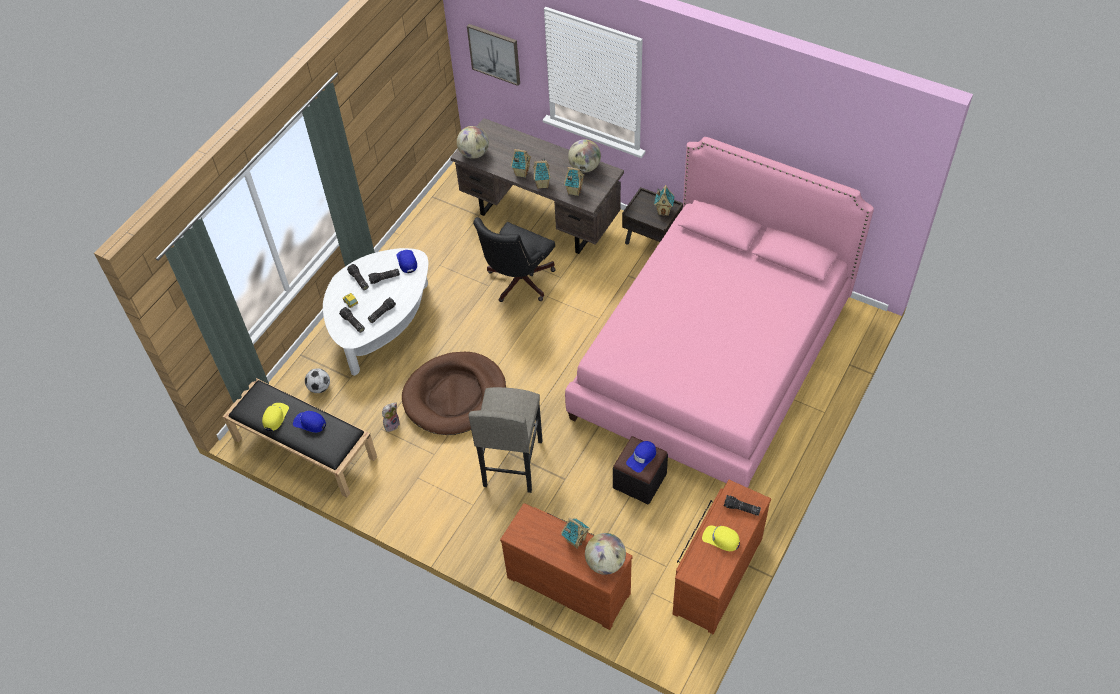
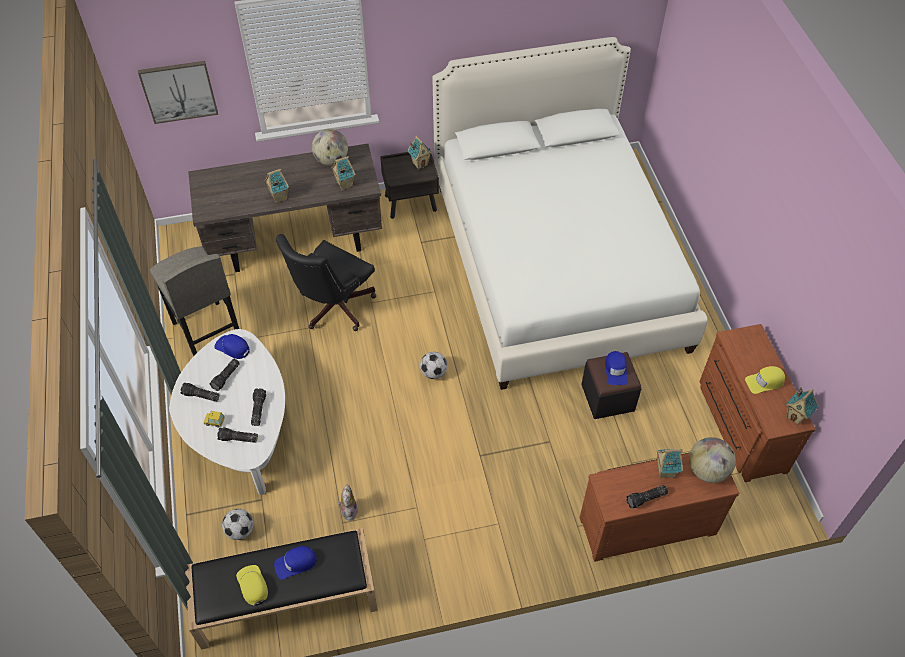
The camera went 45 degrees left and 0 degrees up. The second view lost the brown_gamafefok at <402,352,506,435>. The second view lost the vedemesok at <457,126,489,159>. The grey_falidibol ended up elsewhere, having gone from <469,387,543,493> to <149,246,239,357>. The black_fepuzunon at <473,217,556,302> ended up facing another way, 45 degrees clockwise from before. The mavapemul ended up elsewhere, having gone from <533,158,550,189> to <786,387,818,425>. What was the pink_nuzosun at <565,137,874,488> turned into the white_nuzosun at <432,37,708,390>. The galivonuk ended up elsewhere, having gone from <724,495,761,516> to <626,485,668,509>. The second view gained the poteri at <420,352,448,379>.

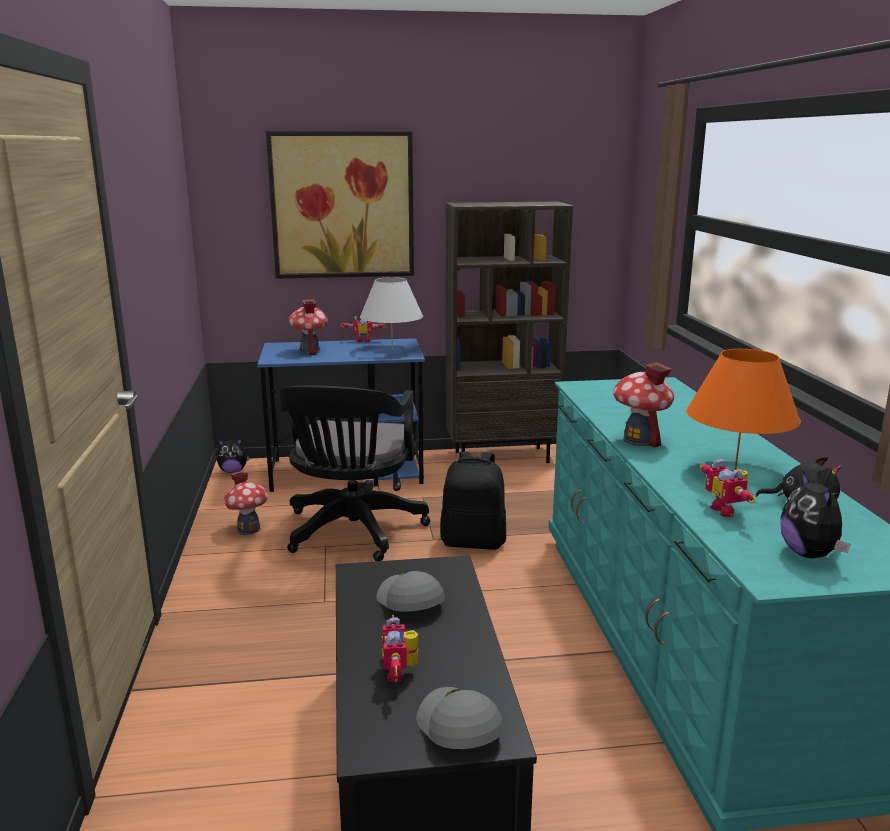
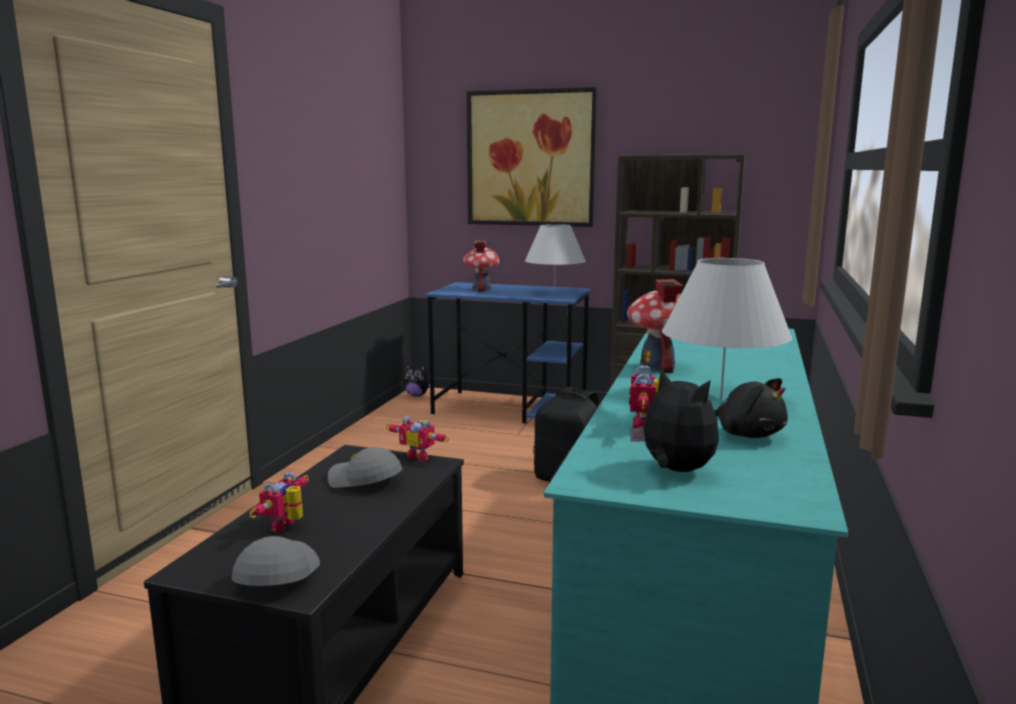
The camera went 25 degrees right and 5 degrees down. The second view lost the mavapemul at <224,471,268,535>. The second view lost the black_fepuzunon at <278,385,430,561>. The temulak ended up elsewhere, having gone from <341,316,386,342> to <386,416,449,462>. The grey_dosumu at <376,571,445,612> ended up facing another way, 60 degrees counterclockwise from before. What was the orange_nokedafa at <686,349,801,470> turned into the white_nokedafa at <662,258,792,399>. The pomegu at <780,471,851,558> ended up facing another way, 120 degrees clockwise from before.

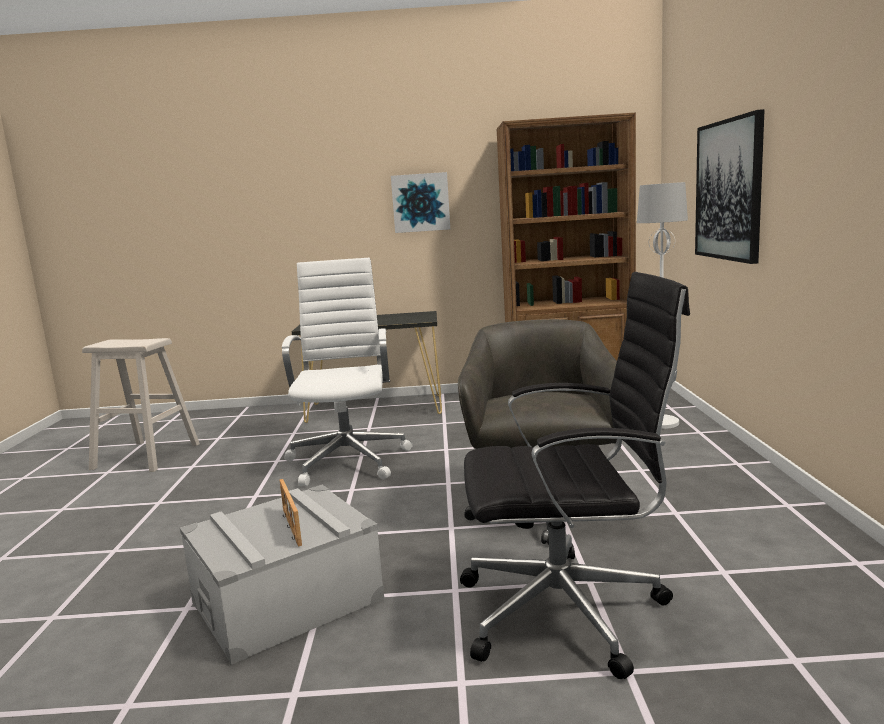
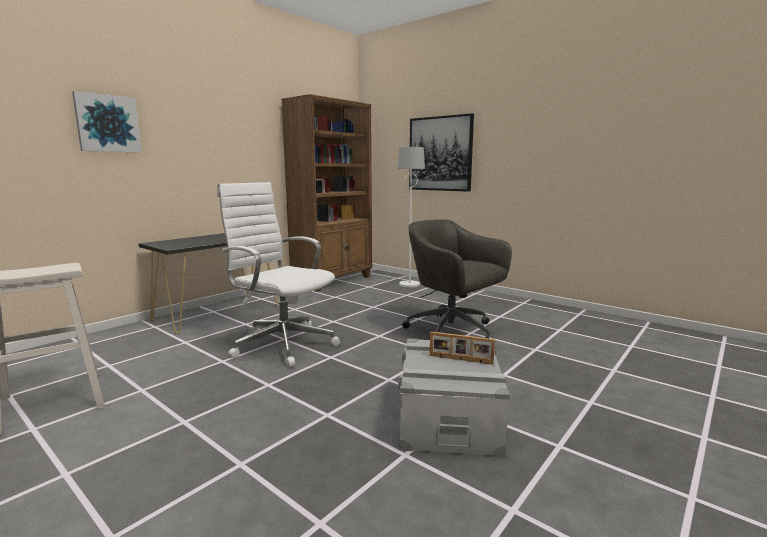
The camera went 50 degrees left and 0 degrees up. The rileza ended up elsewhere, having gone from <391,172,450,233> to <72,91,142,152>. The second view lost the black_fepuzunon at <460,272,690,679>.

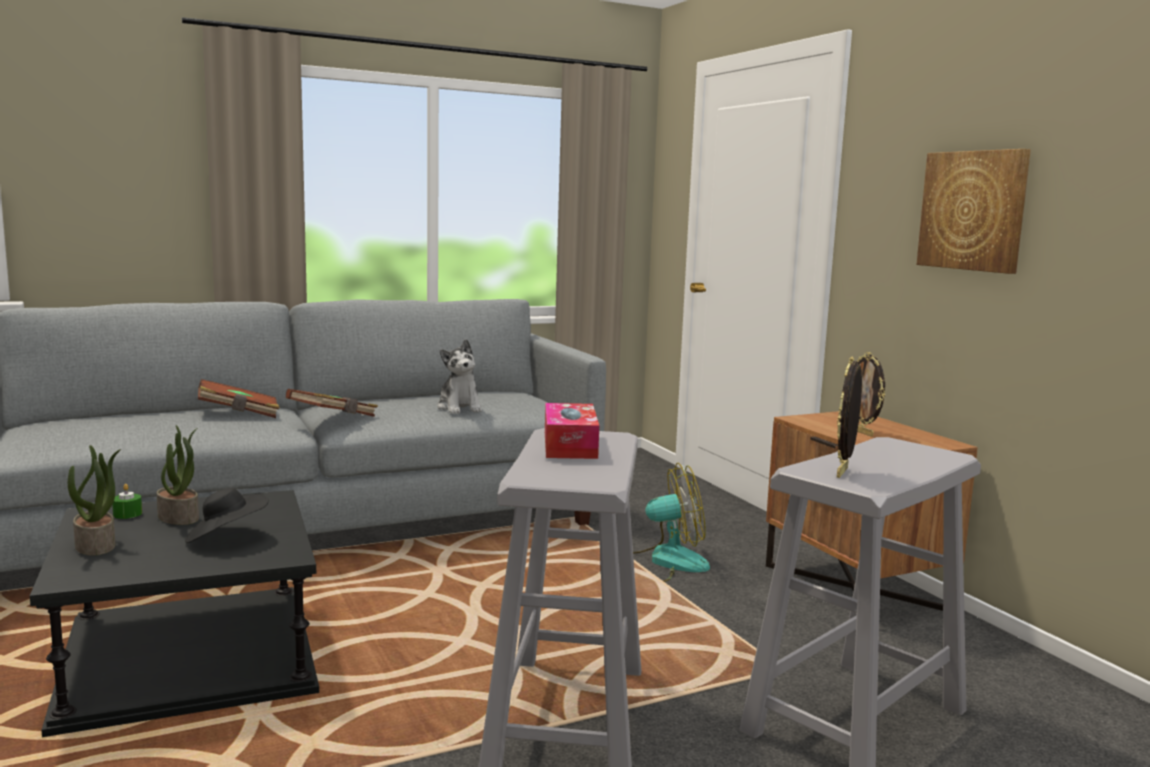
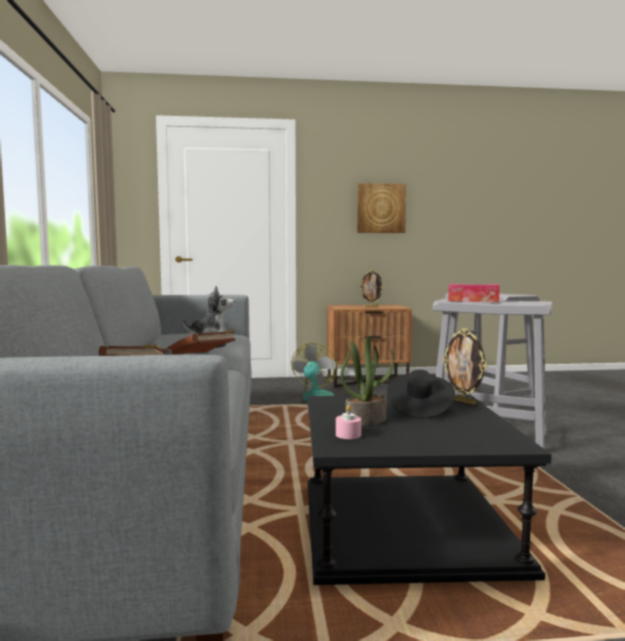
The camera went 70 degrees left and 5 degrees down. The second view lost the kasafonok at <68,445,121,556>. What was the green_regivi at <112,484,142,519> turned into the pink_regivi at <336,405,361,439>. The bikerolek ended up elsewhere, having gone from <837,357,862,478> to <442,328,487,405>.

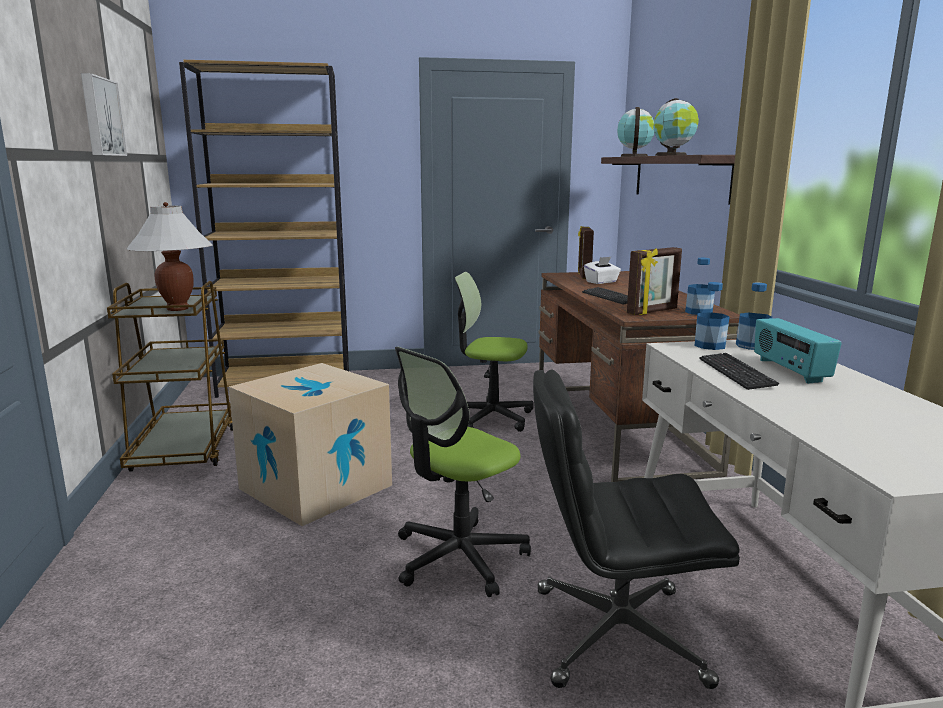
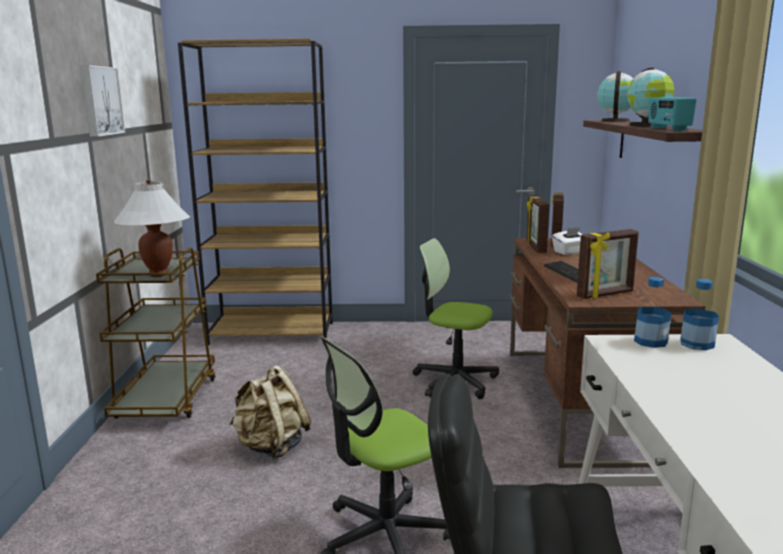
The camera went 10 degrees right and 0 degrees up. Where the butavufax stood at <229,363,392,526>, the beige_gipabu came to stand at <229,365,311,460>. The second view lost the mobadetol at <685,258,715,315>. The second view lost the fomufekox at <699,353,779,390>. The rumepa ended up elsewhere, having gone from <754,318,842,384> to <648,97,697,131>. The second view gained the bikerolek at <527,196,549,253>.

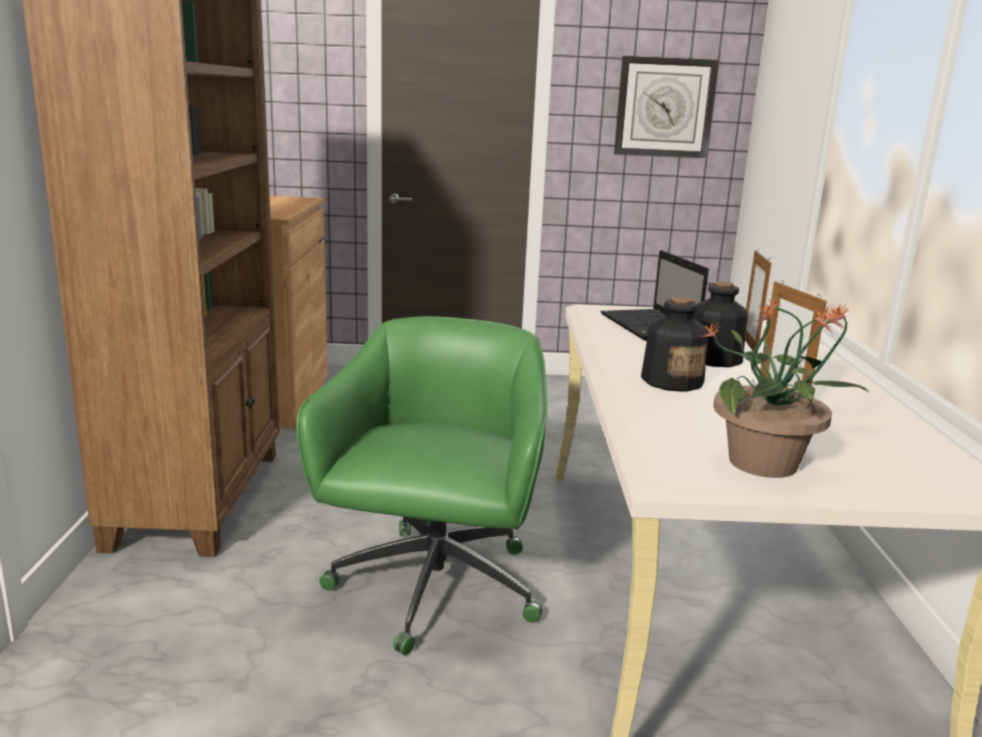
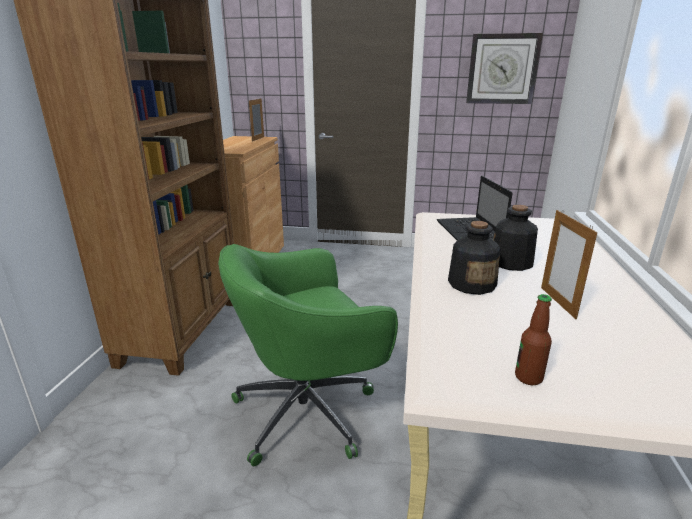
The camera went 10 degrees right and 5 degrees up. The green_fepuzunon at <296,316,547,655> ended up facing another way, 135 degrees counterclockwise from before. Where the kasafonok stood at <700,299,870,478>, the mobadetol came to stand at <515,294,552,385>. The bikerolek ended up elsewhere, having gone from <745,250,772,353> to <249,98,264,141>.

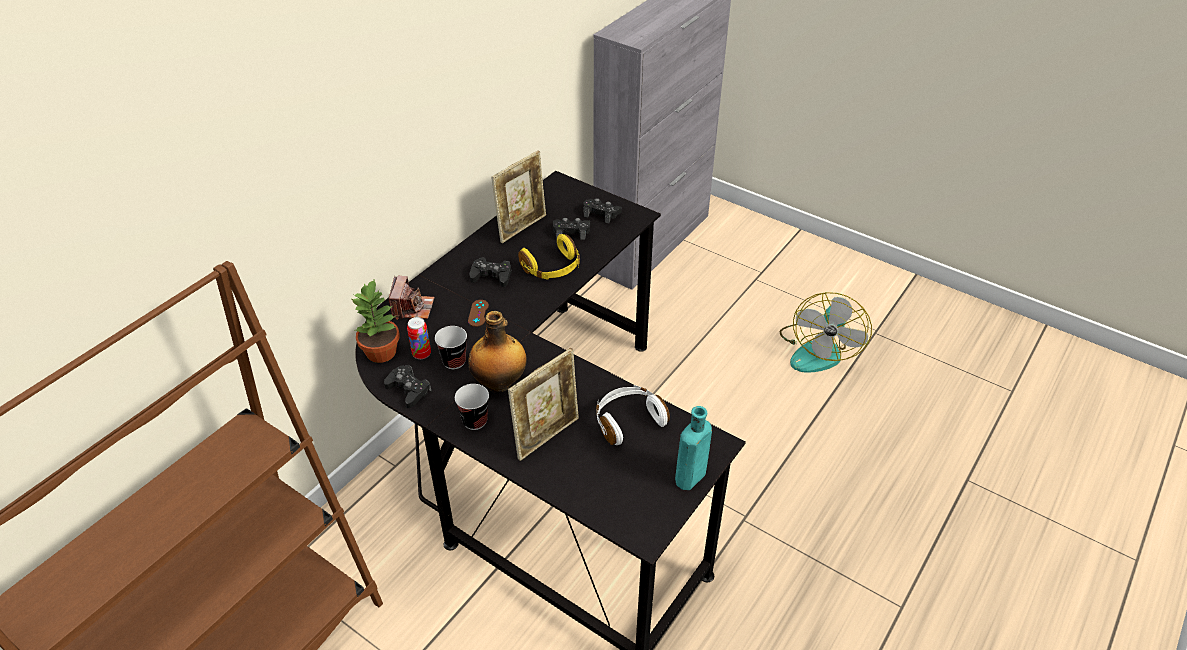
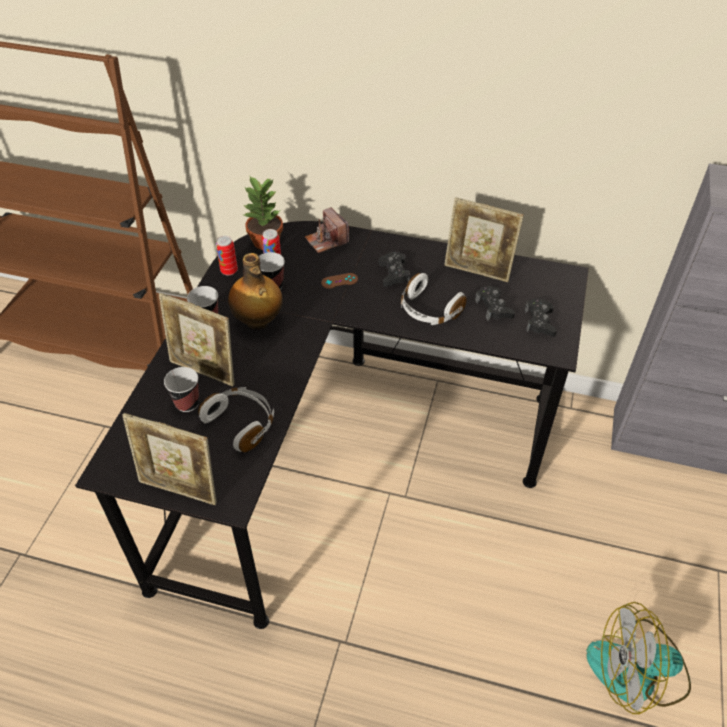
The camera went 70 degrees right and 5 degrees up. Where the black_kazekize stood at <384,365,431,408>, the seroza came to stand at <216,236,238,276>. The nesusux at <389,276,434,320> ended up facing another way, 75 degrees clockwise from before. What was the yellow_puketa at <518,234,580,279> turned into the white_puketa at <401,273,467,325>. Where the turquoise_mobadetol stood at <675,406,712,490>, the bikerolek came to stand at <122,413,217,505>. The second view gained the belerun at <164,367,199,412>.

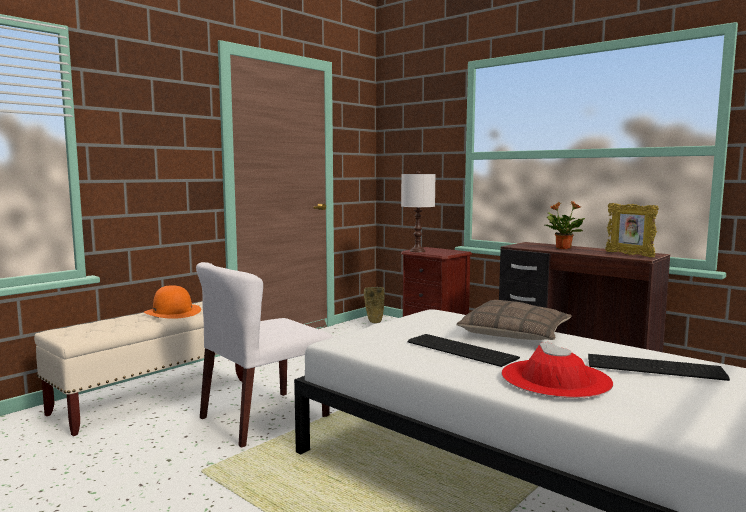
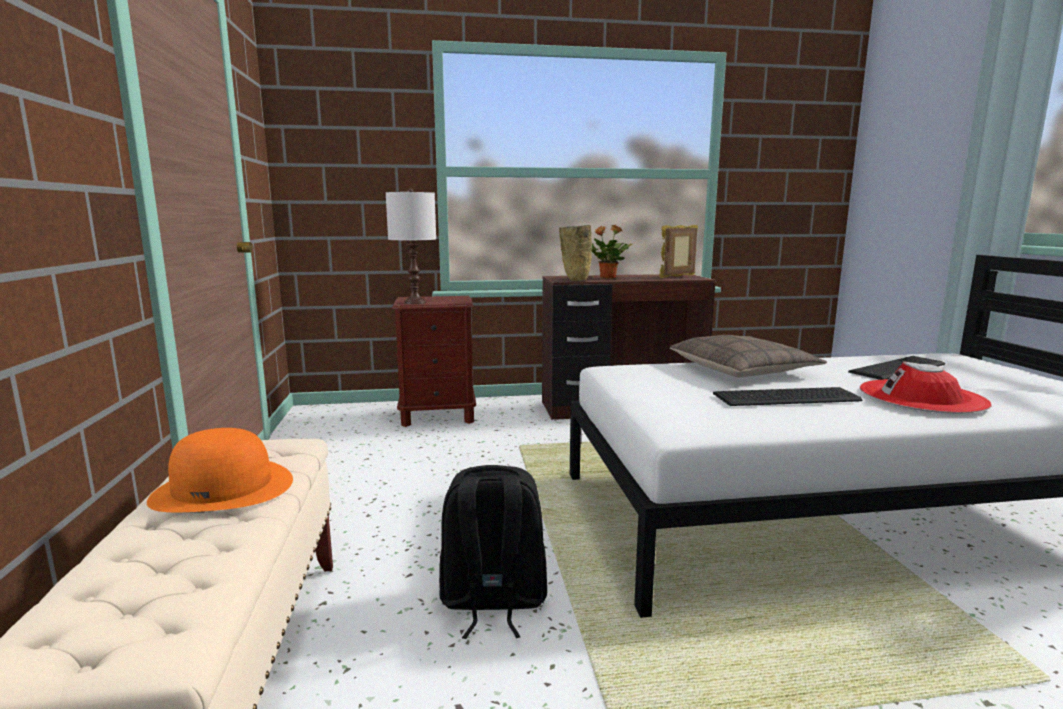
The camera went 50 degrees left and 5 degrees up. Where the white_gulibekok stood at <196,262,333,448>, the black_gipabu came to stand at <439,465,547,639>. The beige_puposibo ended up elsewhere, having gone from <364,287,385,323> to <559,225,592,281>. The bikerolek at <605,203,659,257> ended up facing another way, 135 degrees clockwise from before.

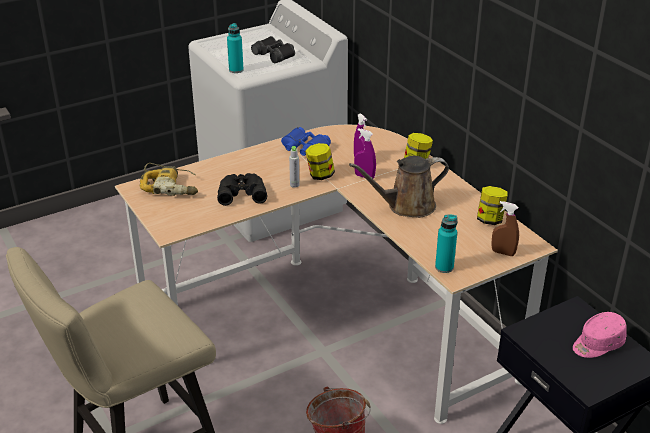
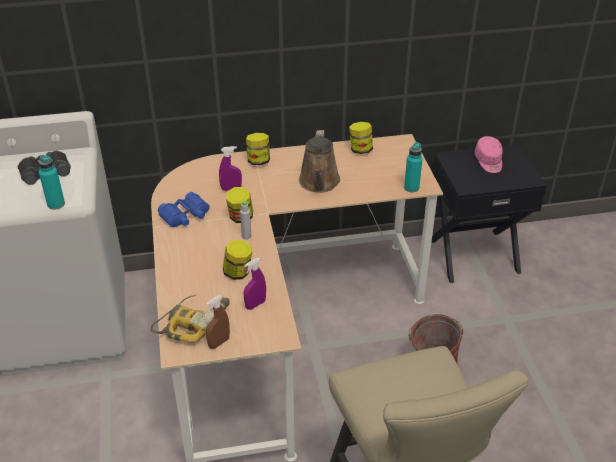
The camera went 70 degrees left and 5 degrees up. Where the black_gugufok stood at <217,173,267,206>, the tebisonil came to stand at <223,240,252,280>. The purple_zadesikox ended up elsewhere, having gone from <354,128,376,179> to <244,258,266,310>. The brown_zadesikox ended up elsewhere, having gone from <492,201,519,256> to <206,295,230,349>.

